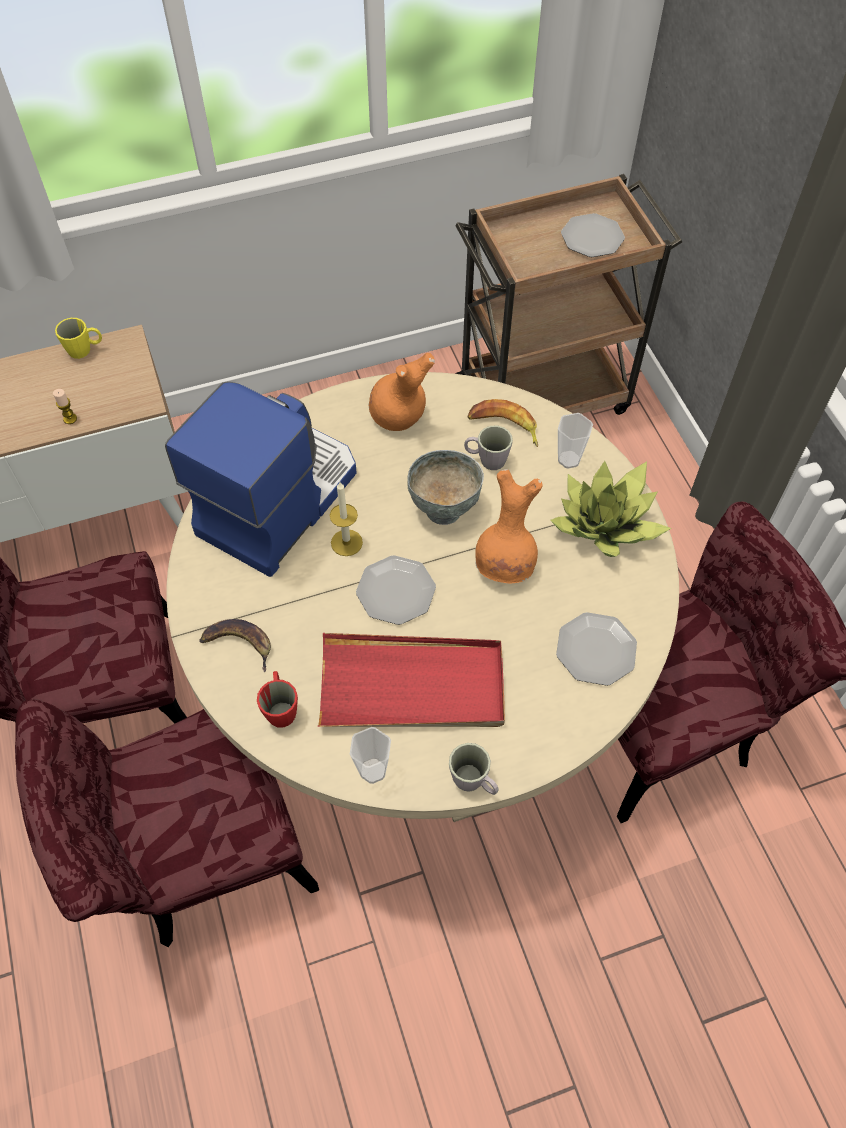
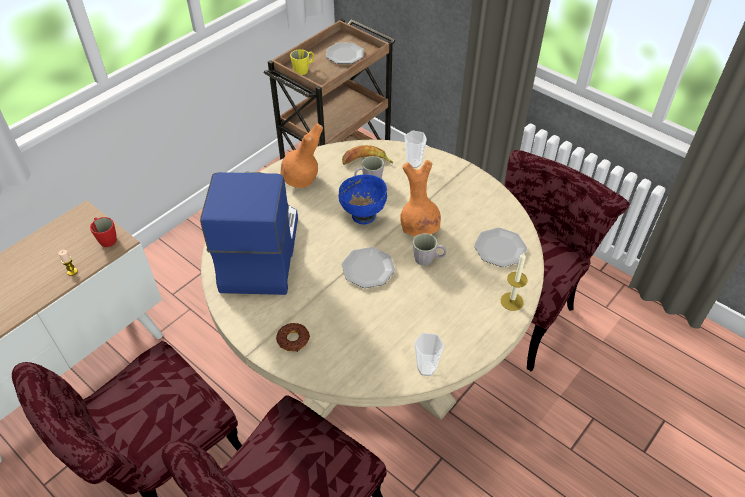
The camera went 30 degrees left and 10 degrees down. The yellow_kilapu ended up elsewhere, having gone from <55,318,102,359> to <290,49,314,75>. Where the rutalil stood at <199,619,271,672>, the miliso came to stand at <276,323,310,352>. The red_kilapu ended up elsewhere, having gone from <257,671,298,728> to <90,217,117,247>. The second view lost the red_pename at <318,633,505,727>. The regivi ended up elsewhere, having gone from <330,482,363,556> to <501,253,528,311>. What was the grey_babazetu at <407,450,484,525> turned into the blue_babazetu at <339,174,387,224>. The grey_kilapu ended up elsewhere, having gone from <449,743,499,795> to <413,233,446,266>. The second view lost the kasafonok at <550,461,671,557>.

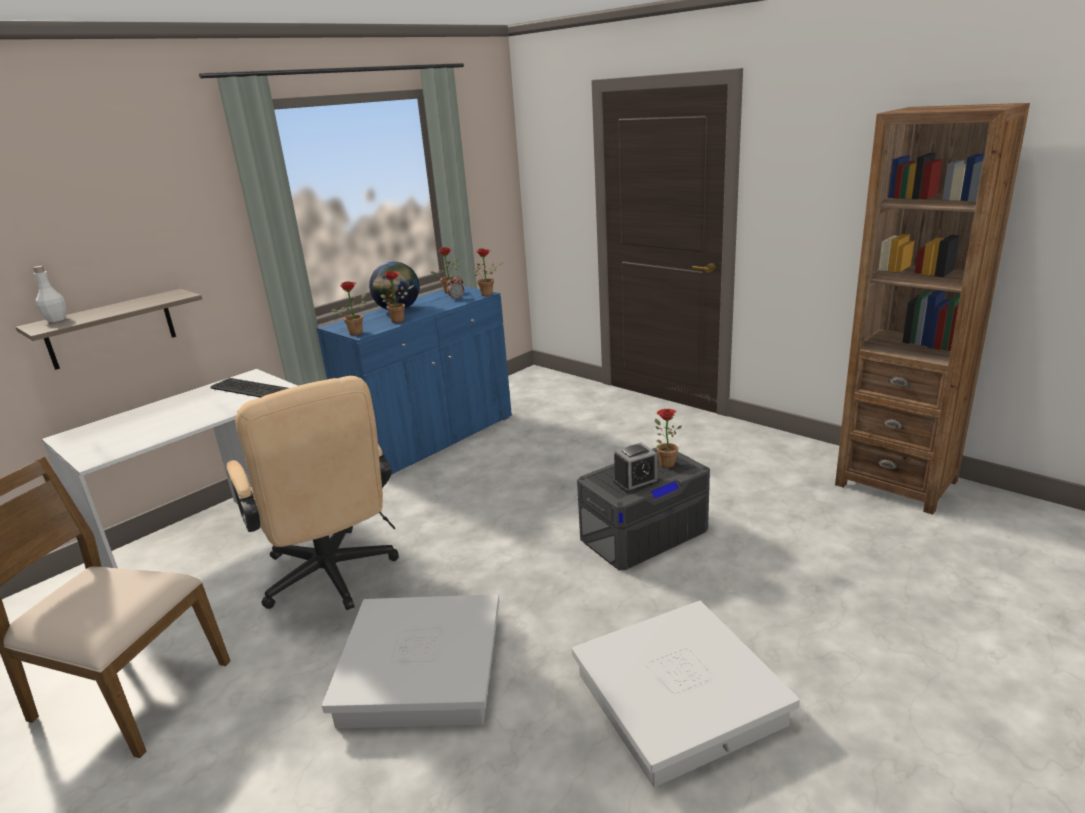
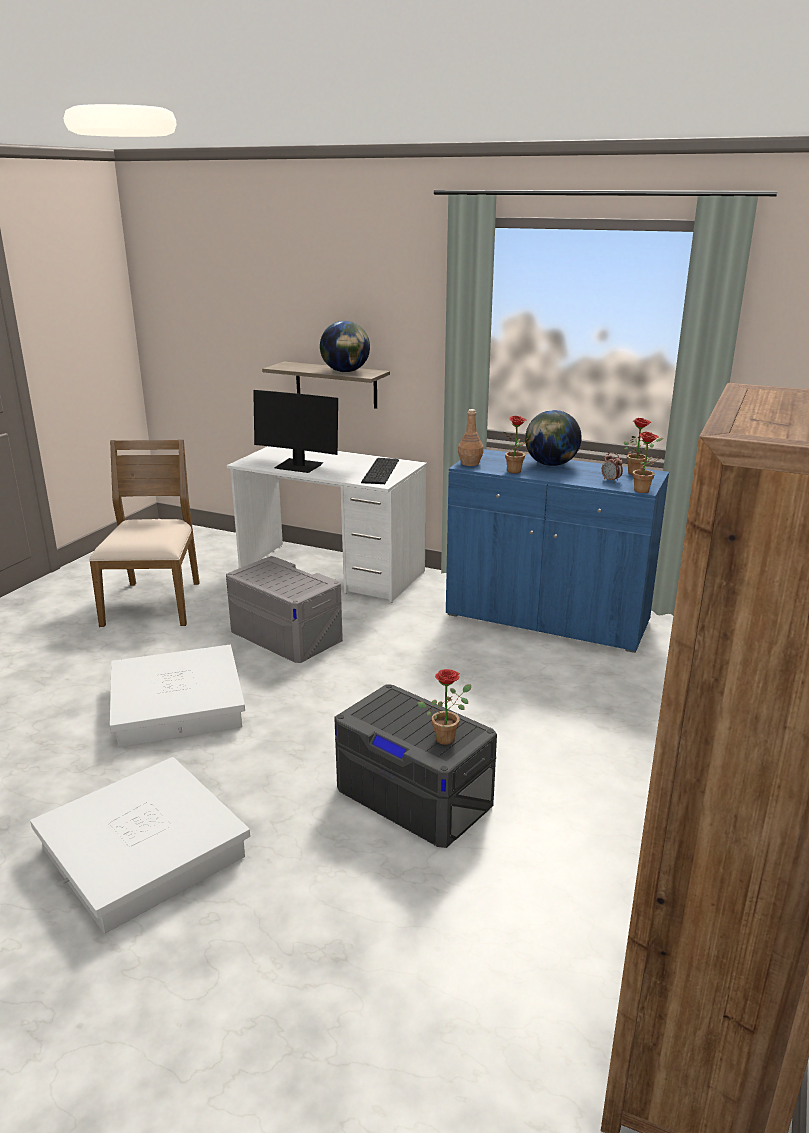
The camera went 70 degrees right and 0 degrees up. The second view lost the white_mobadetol at <33,266,66,322>. Where the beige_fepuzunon stood at <227,376,399,610>, the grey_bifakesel came to stand at <226,556,343,663>. Where the kasafonok stood at <332,281,367,335>, the brown_mobadetol came to stand at <458,409,483,466>. The second view lost the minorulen at <613,442,659,493>. The second view gained the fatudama at <253,390,338,473>. The second view gained the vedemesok at <320,321,370,372>.

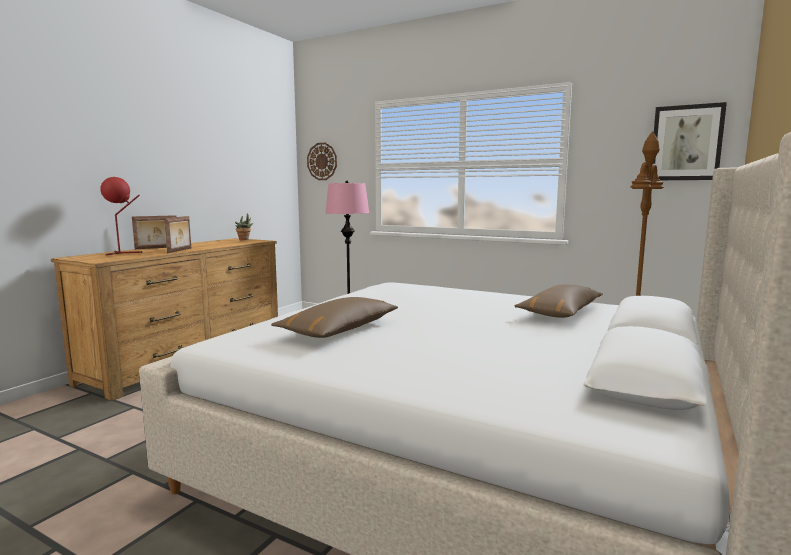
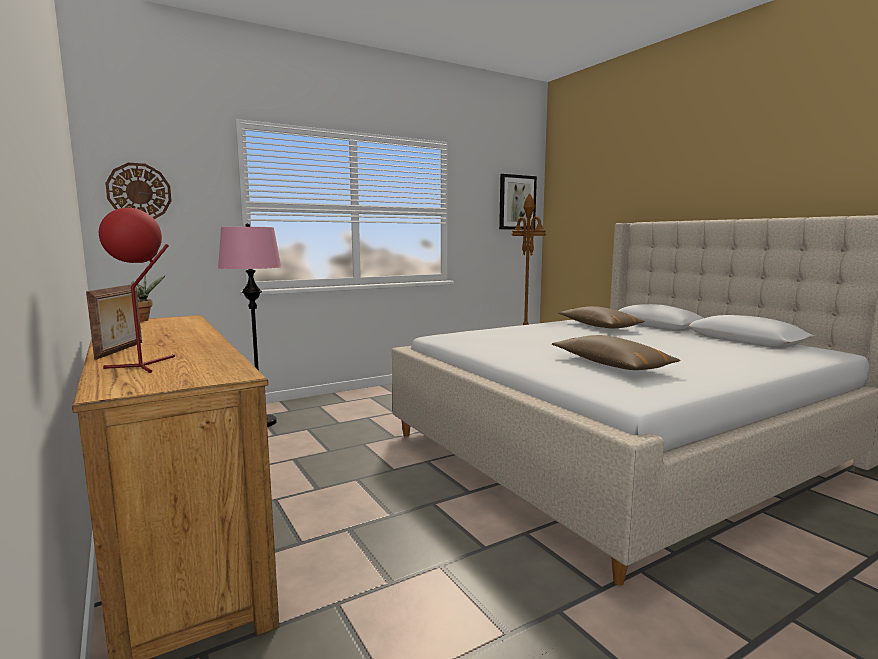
The camera went 60 degrees left and 0 degrees up. The second view lost the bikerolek at <164,216,191,253>.

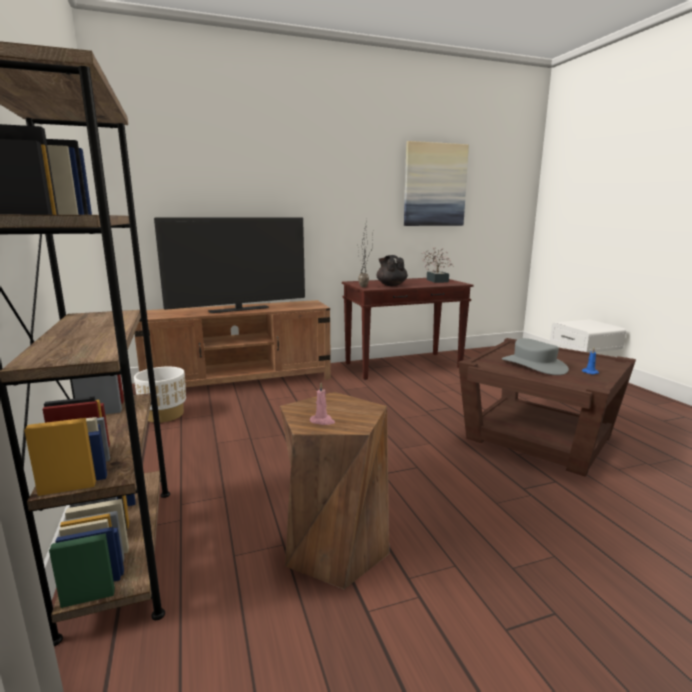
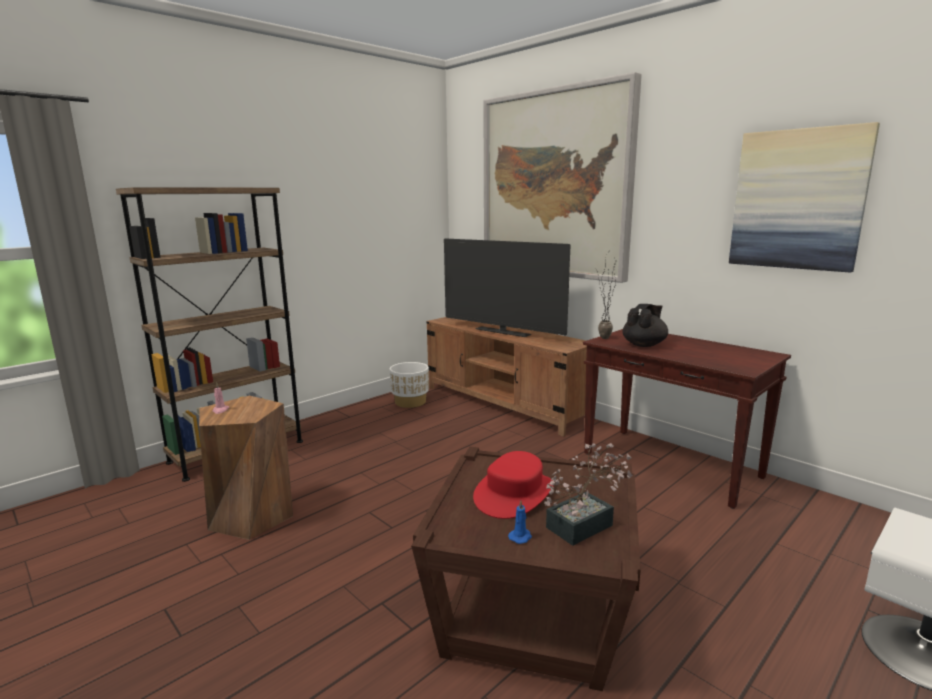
The camera went 65 degrees right and 0 degrees up. The kasafonok ended up elsewhere, having gone from <421,247,454,283> to <544,443,633,546>. What was the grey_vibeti at <502,338,569,375> turned into the red_vibeti at <473,451,554,519>. The second view gained the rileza at <483,72,642,283>.

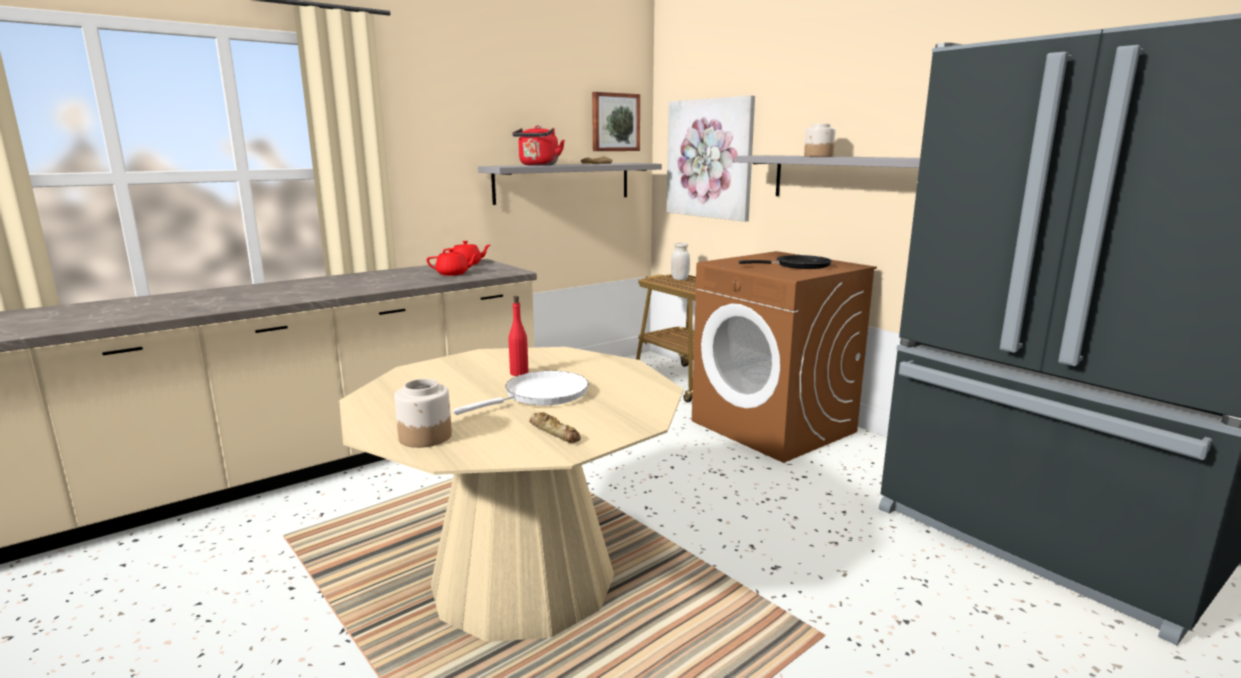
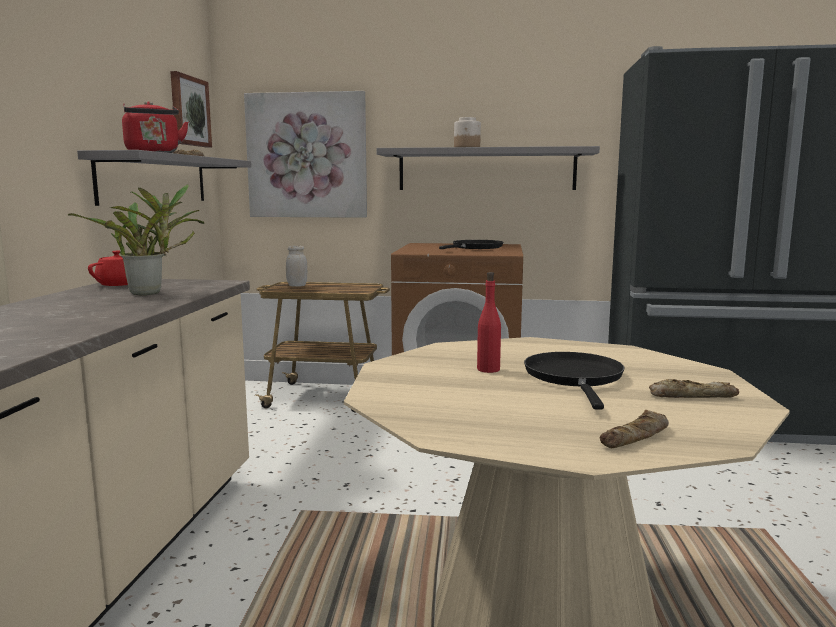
The camera went 45 degrees left and 5 degrees down. Where the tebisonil stood at <394,379,452,448>, the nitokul came to stand at <600,410,669,448>. Where the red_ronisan stood at <427,249,479,276>, the kasafonok came to stand at <68,184,204,295>. What was the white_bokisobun at <453,371,589,415> turned into the black_bokisobun at <524,352,624,410>.

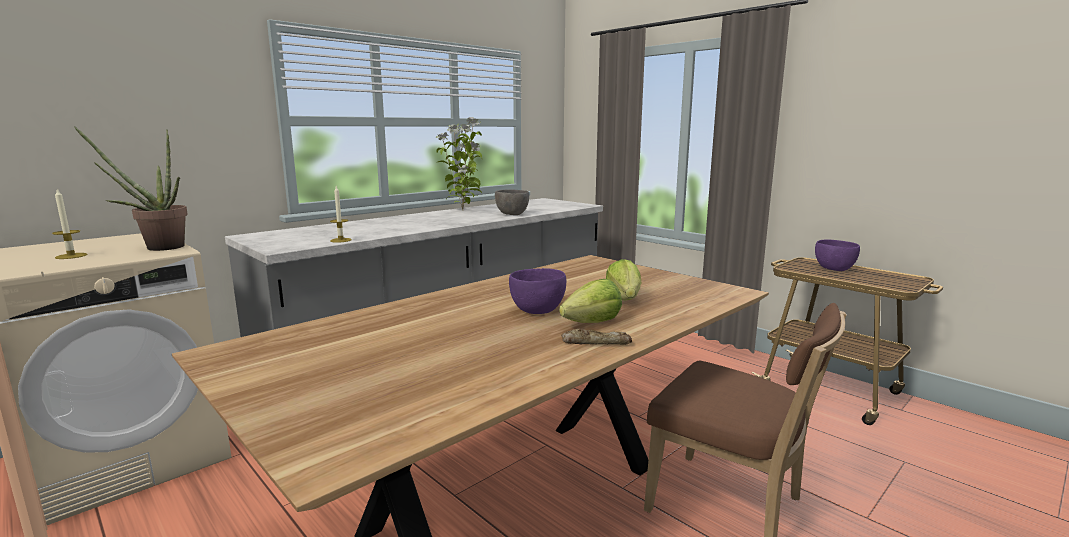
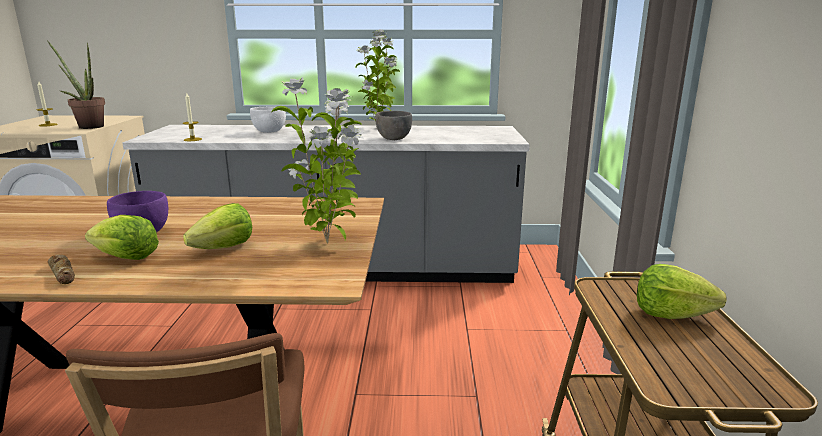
The camera went 45 degrees right and 5 degrees up. Where the purple_babazetu stood at <815,240,860,271>, the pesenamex came to stand at <637,264,727,319>. The second view gained the white_babazetu at <250,106,286,133>. The second view gained the kasafonok at <271,77,364,244>.

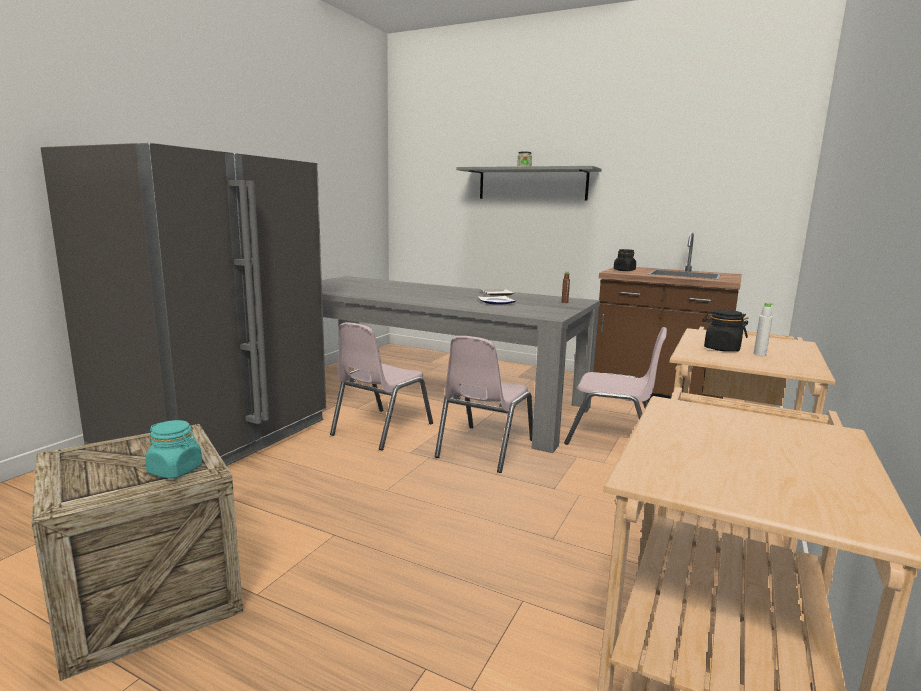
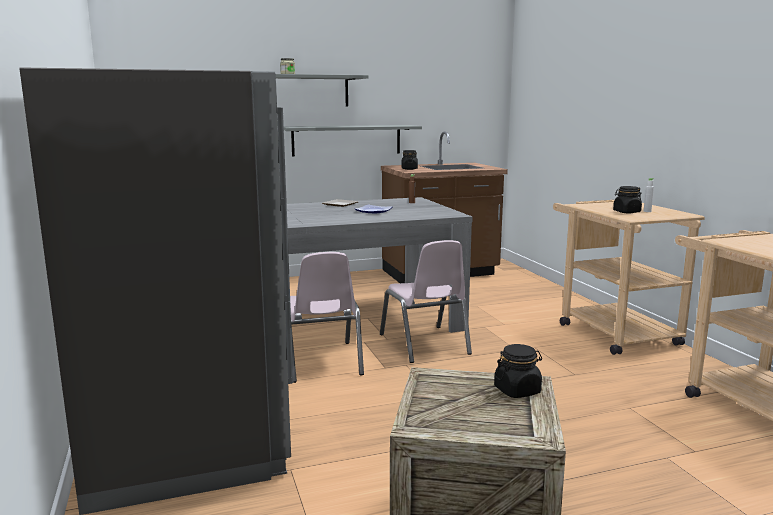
The camera went 45 degrees left and 0 degrees up. What was the turquoise_tebisonil at <145,420,202,479> turned into the black_tebisonil at <494,344,542,398>. The second view lost the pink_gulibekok at <564,327,667,445>. The second view gained the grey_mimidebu at <284,125,422,157>.

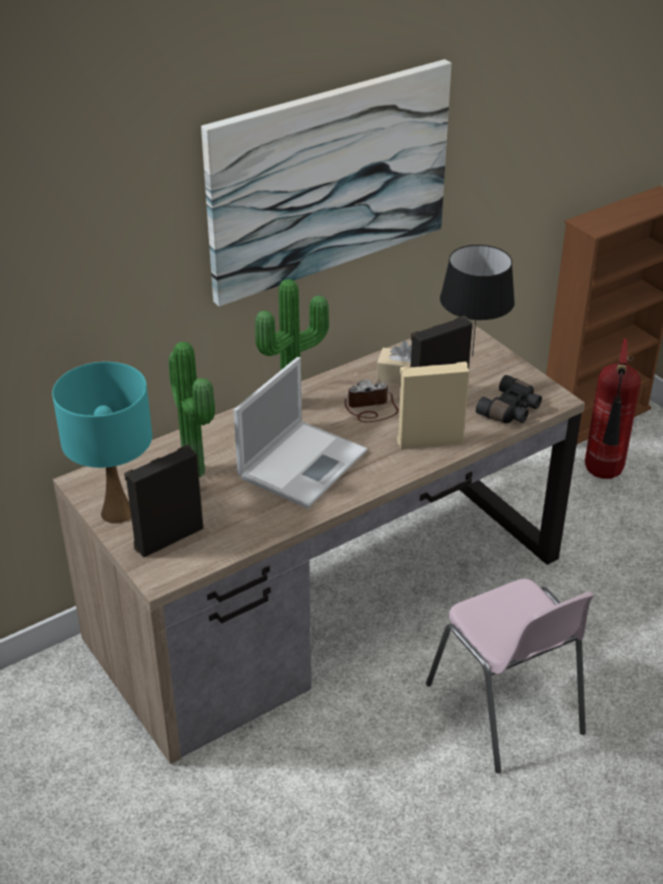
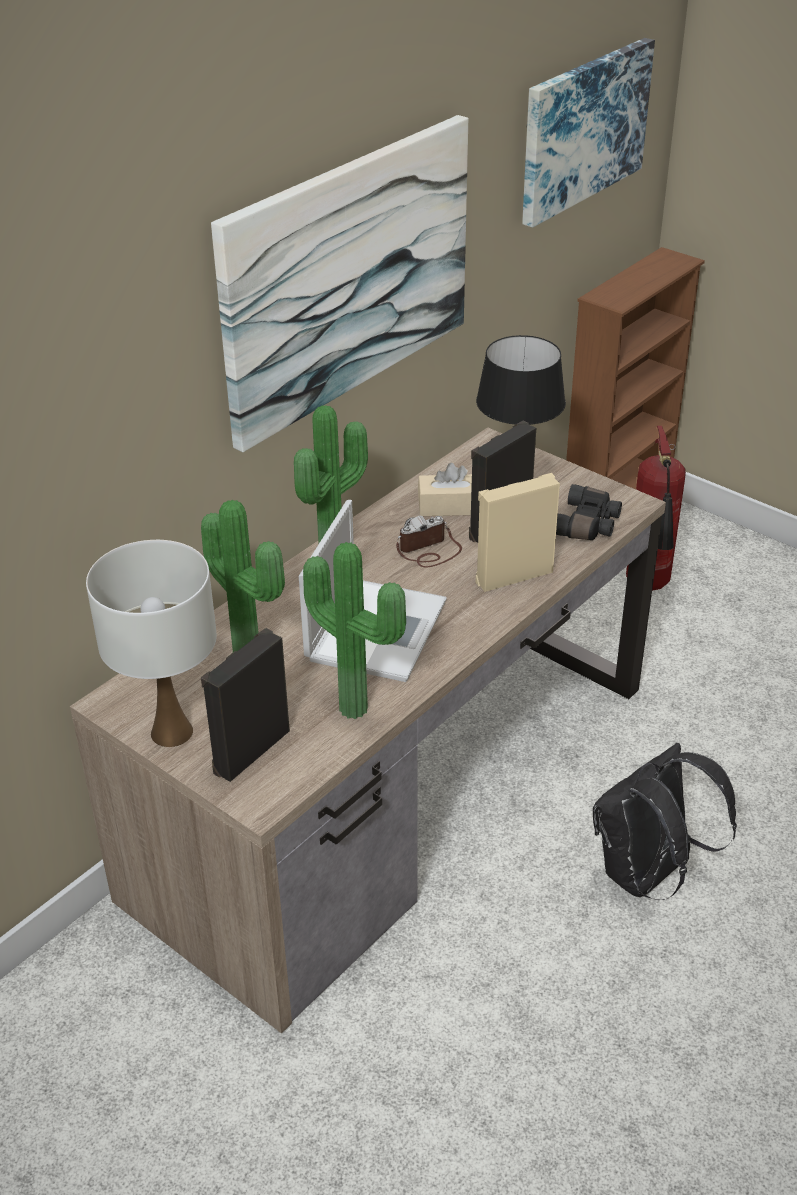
The camera went 15 degrees left and 0 degrees up. What was the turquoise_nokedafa at <52,362,152,524> turned into the white_nokedafa at <86,540,217,747>. Where the pink_gulibekok stood at <426,579,594,773>, the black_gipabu came to stand at <593,743,737,900>. The second view gained the kasafonok at <303,542,406,719>. The second view gained the rileza at <522,38,655,228>.

